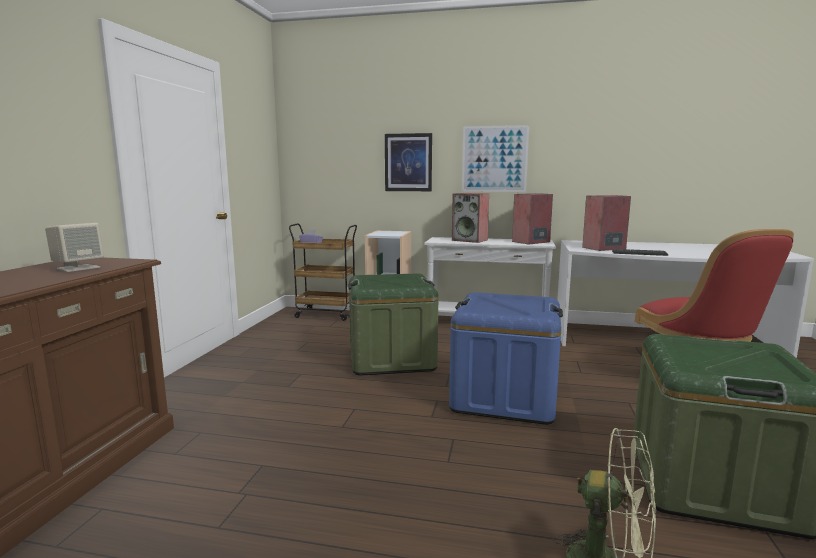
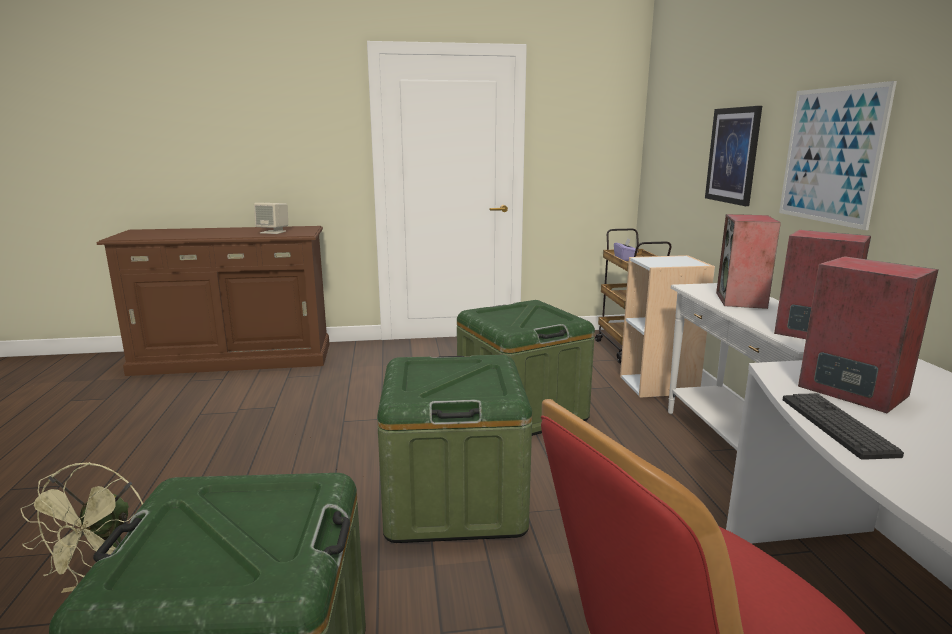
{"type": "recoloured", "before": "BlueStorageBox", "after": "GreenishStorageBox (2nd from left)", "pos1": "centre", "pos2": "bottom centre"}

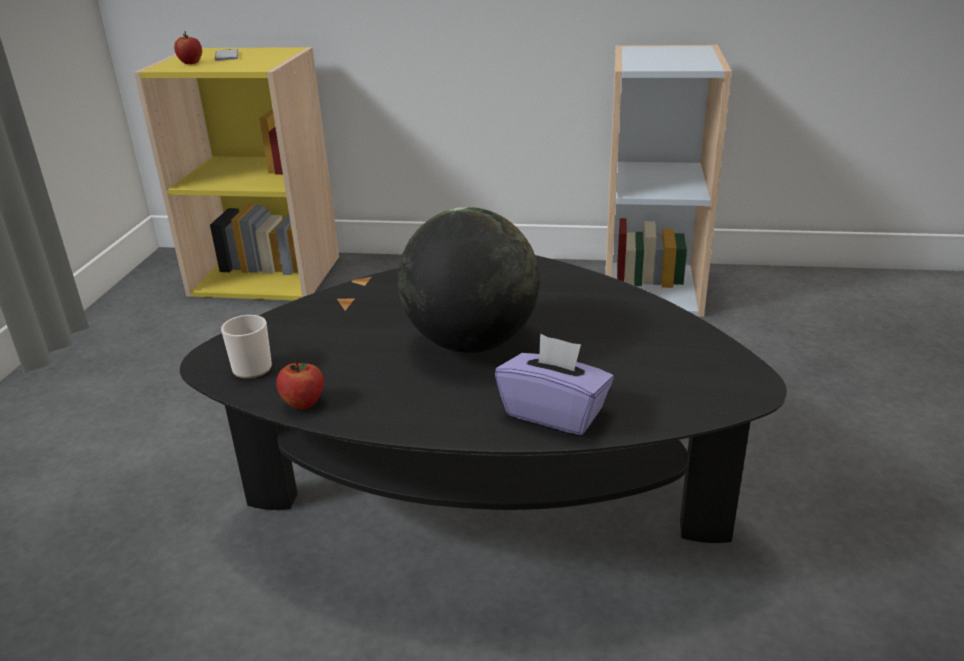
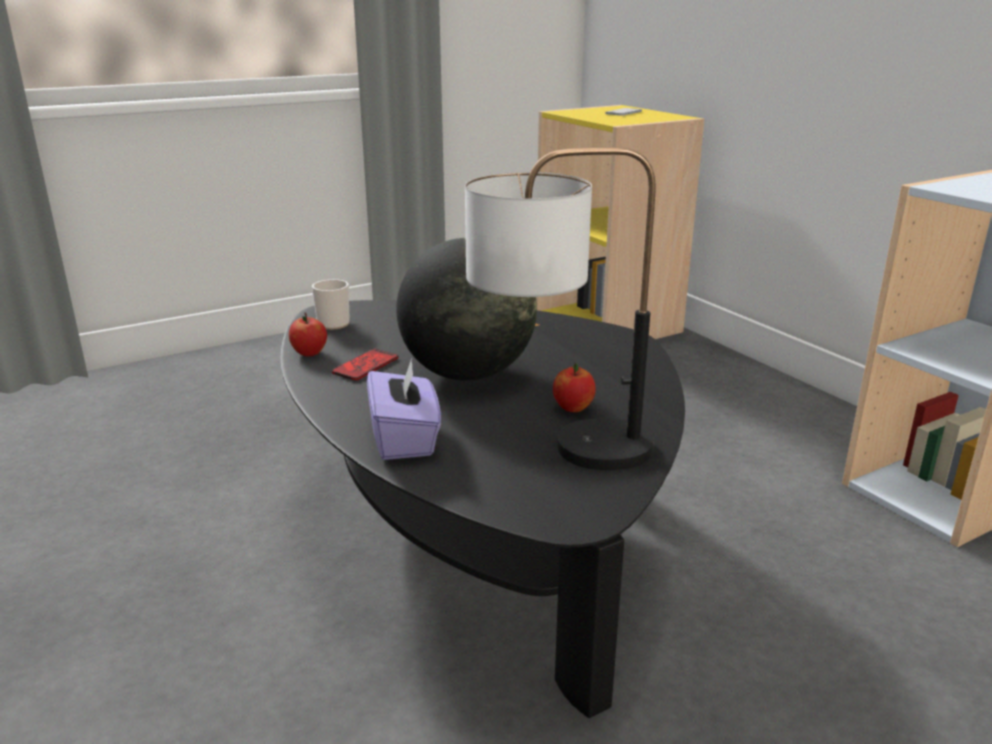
{"type": "added", "after": "Handset (1st from left)", "pos2": "centre"}
{"type": "added", "after": "LampForATable", "pos2": "centre"}
{"type": "moved", "before": "Apple (1st from left in the first image)", "after": "Apple (2nd from left)", "pos1": "top left", "pos2": "centre"}

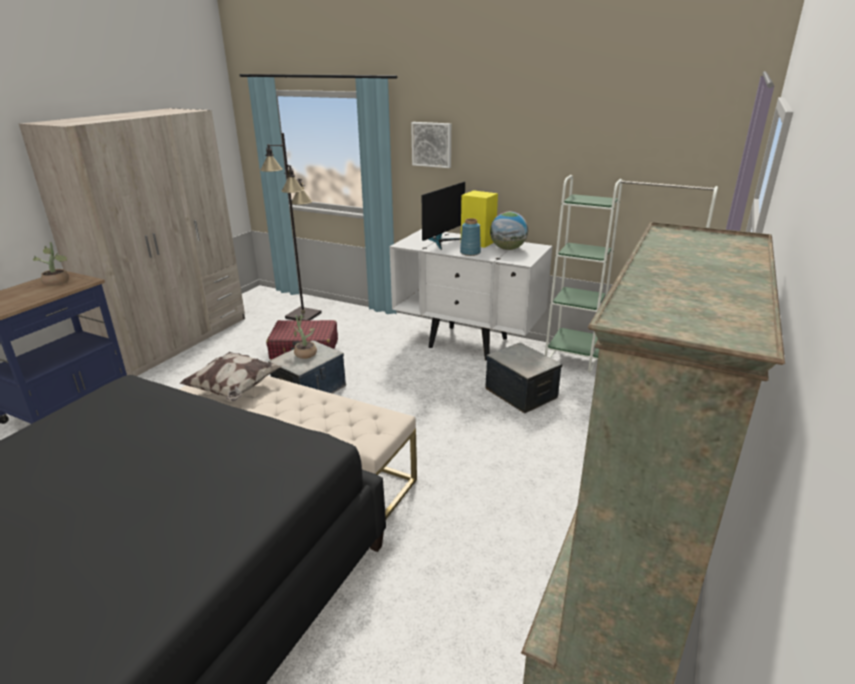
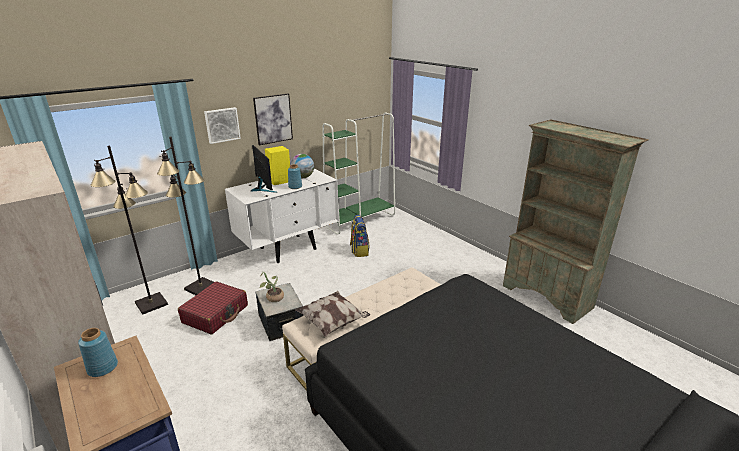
{"type": "replaced", "before": "PottedPlant (1st from left)", "after": "BlueFlowerVase (1st from left)", "pos1": "middle left", "pos2": "bottom left"}
{"type": "added", "after": "BlackishFloorLamp (2nd from left)", "pos2": "middle left"}
{"type": "added", "after": "WallPicture (2nd from left)", "pos2": "top centre"}
{"type": "replaced", "before": "StorageBox (2nd from left)", "after": "Backpack", "pos1": "centre", "pos2": "centre"}

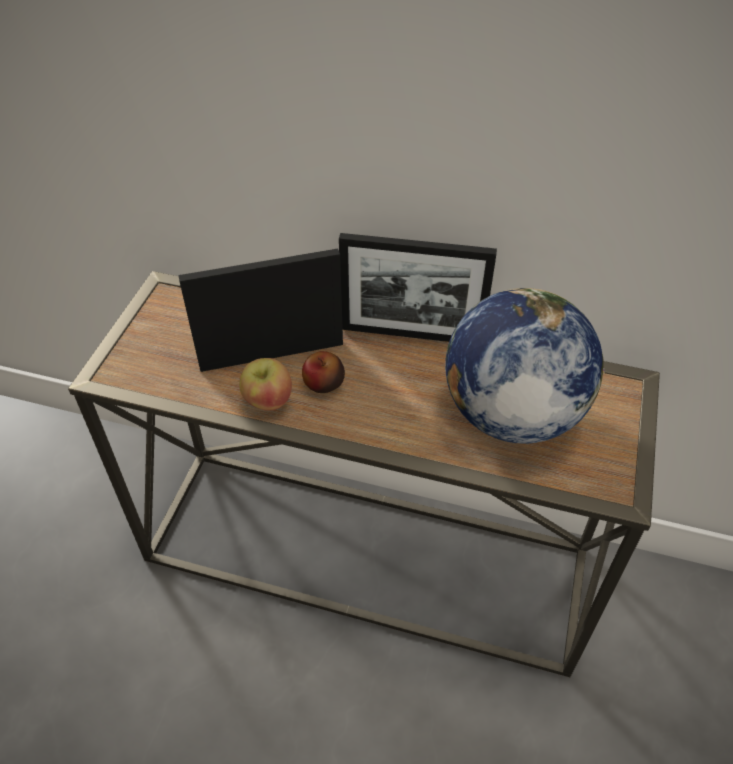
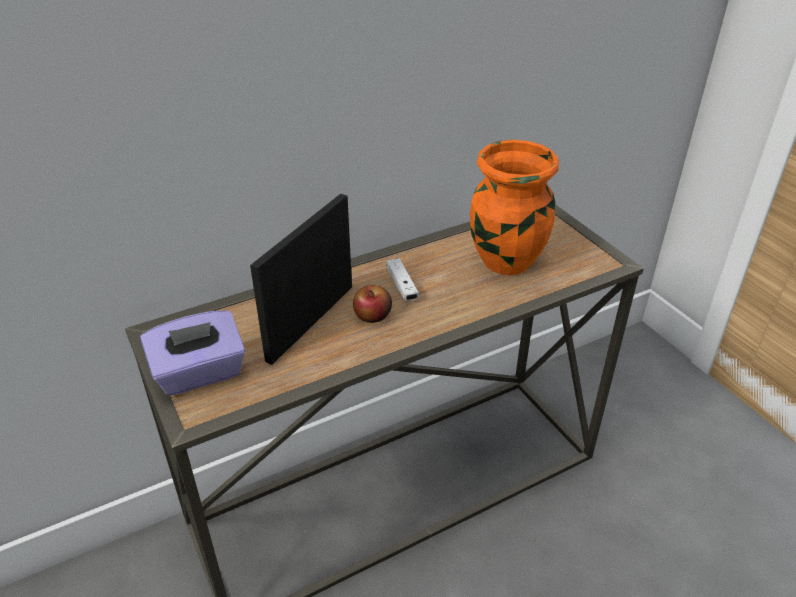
{"type": "added", "after": "PurpleTissueBox", "pos2": "middle left"}
{"type": "added", "after": "WhiteColouredGamepad", "pos2": "centre"}
{"type": "replaced", "before": "WorldGlobe", "after": "OrangeColouredFlowerVase", "pos1": "middle right", "pos2": "centre"}
{"type": "removed", "before": "Apple (1st from left)", "pos1": "centre"}
{"type": "removed", "before": "StandingFrame (2nd from left)", "pos1": "centre"}

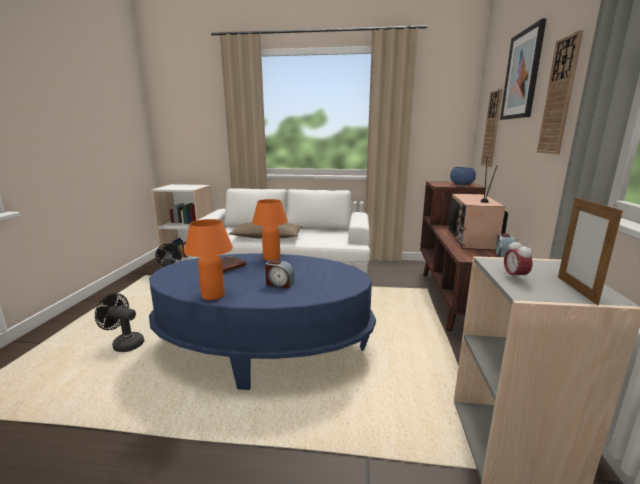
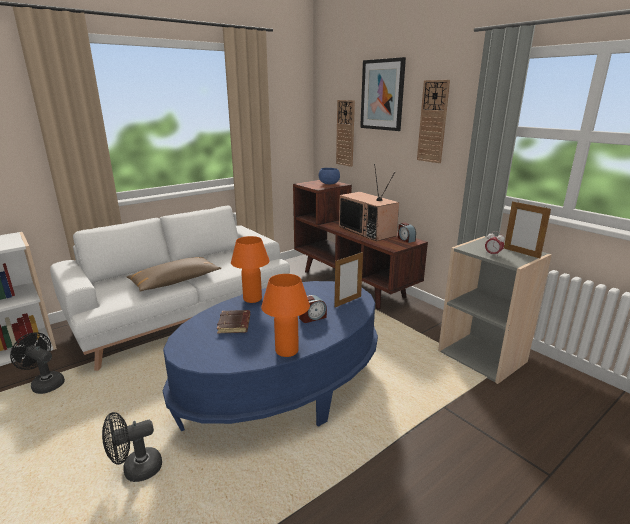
{"type": "added", "after": "StandingFrame (1st from left)", "pos2": "centre"}

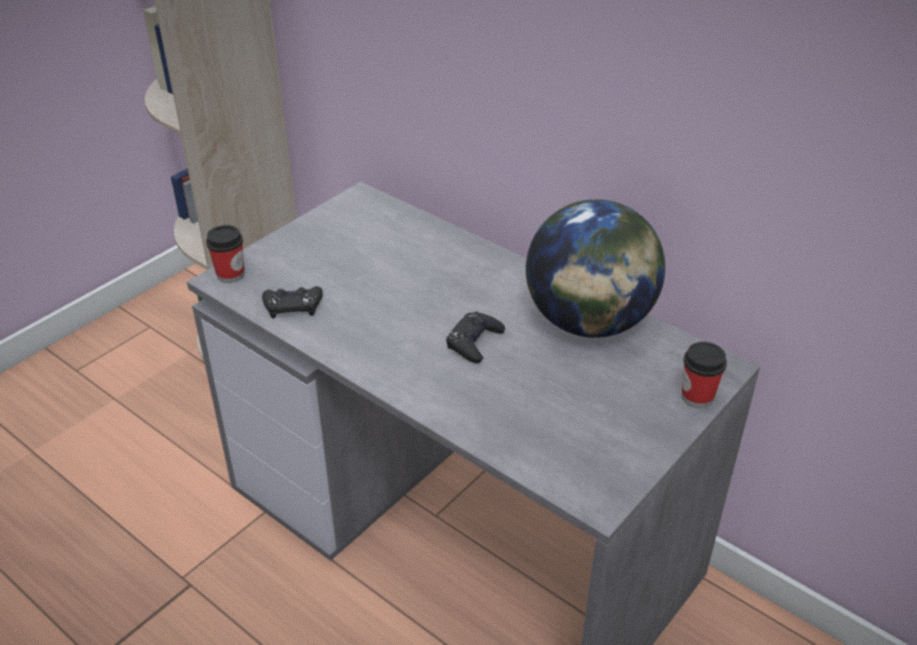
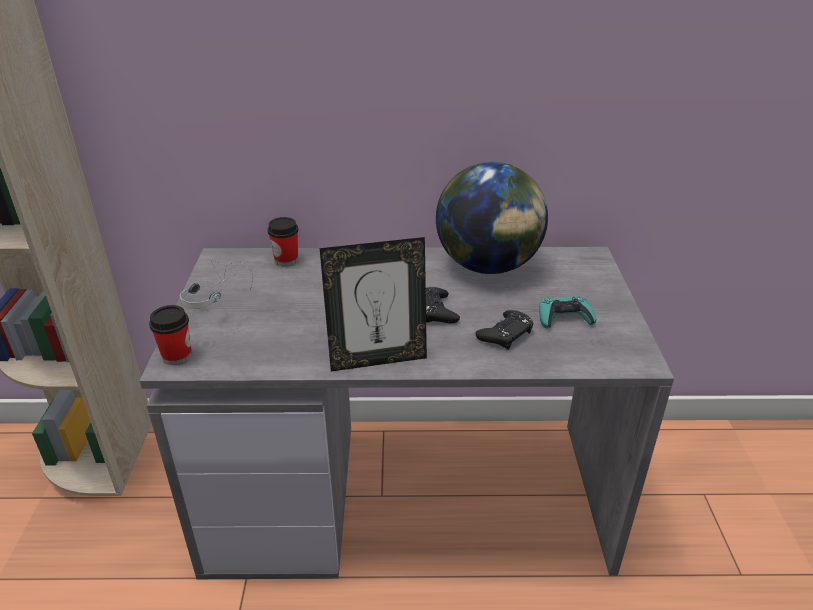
{"type": "added", "after": "Headset", "pos2": "middle left"}
{"type": "moved", "before": "DrinkingCup (2nd from left)", "pos1": "middle right", "pos2": "centre"}
{"type": "added", "after": "StandingFrame", "pos2": "centre"}
{"type": "moved", "before": "BlackishGamepad (1st from left in the first image)", "after": "BlackishGamepad (2nd from left)", "pos1": "middle left", "pos2": "centre"}
{"type": "added", "after": "TurquoiseGamepad", "pos2": "middle right"}

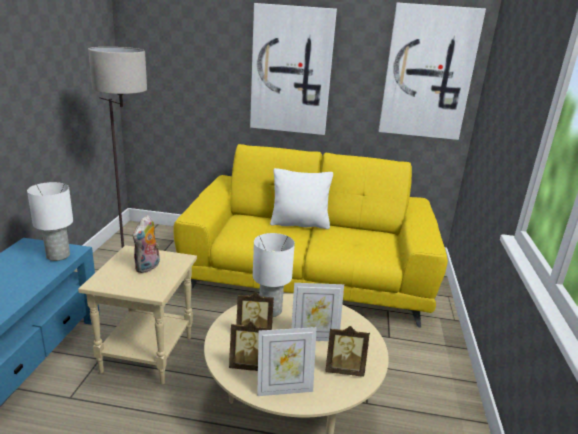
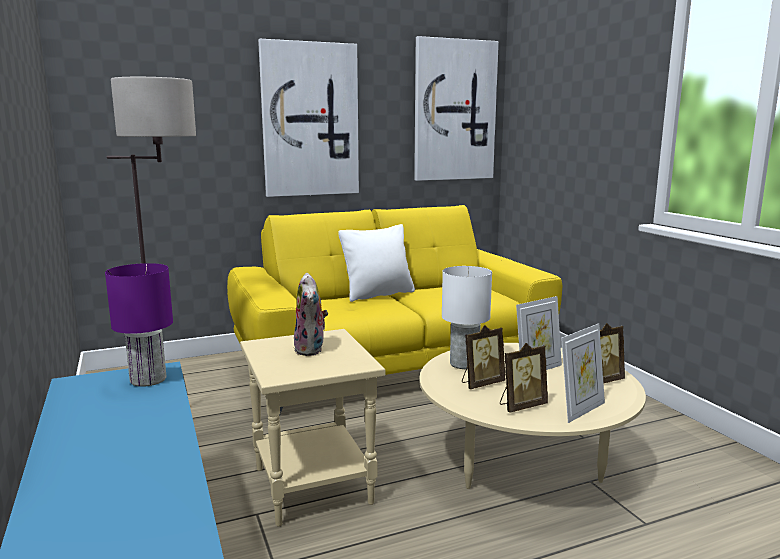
{"type": "recoloured", "before": "WhiteColouredLampForATable (1st from left)", "after": "PurpleLampForATable", "pos1": "middle left", "pos2": "middle left"}

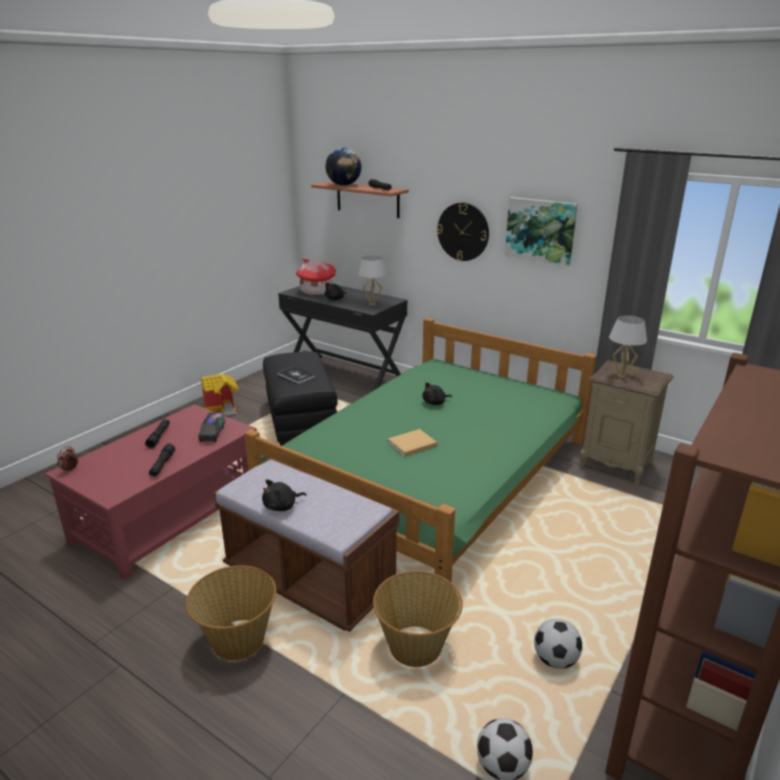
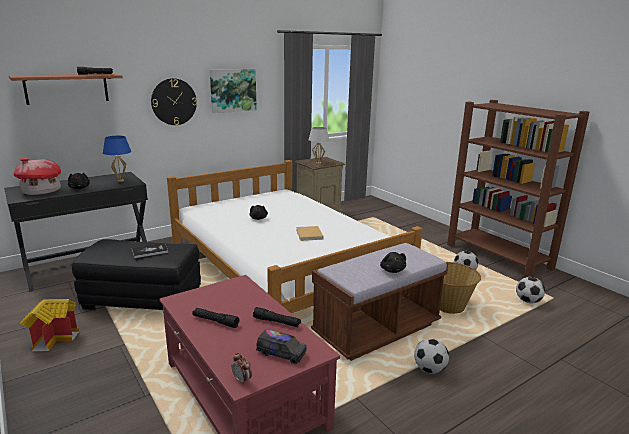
{"type": "recoloured", "before": "WhiteColouredLampForATable (1st from left)", "after": "BlueLampForATable", "pos1": "centre", "pos2": "middle left"}
{"type": "recoloured", "before": "GreenishBedroomBed", "after": "WhiteColouredBedroomBed", "pos1": "centre", "pos2": "centre"}
{"type": "moved", "before": "ToyTruck", "pos1": "middle left", "pos2": "bottom centre"}
{"type": "replaced", "before": "StorageBasket (1st from left)", "after": "FootballBall (1st from left)", "pos1": "bottom left", "pos2": "bottom right"}
{"type": "removed", "before": "WorldGlobe", "pos1": "top centre"}

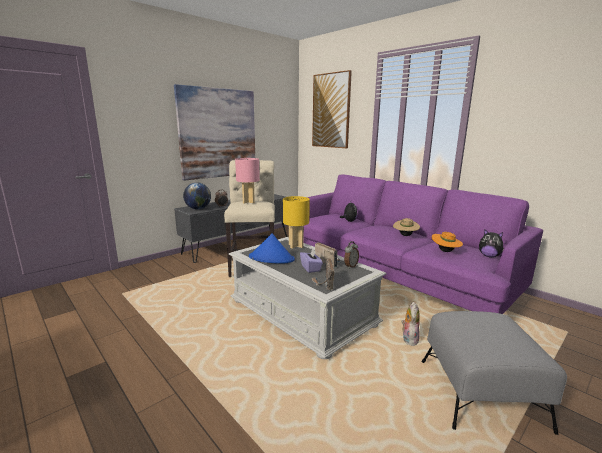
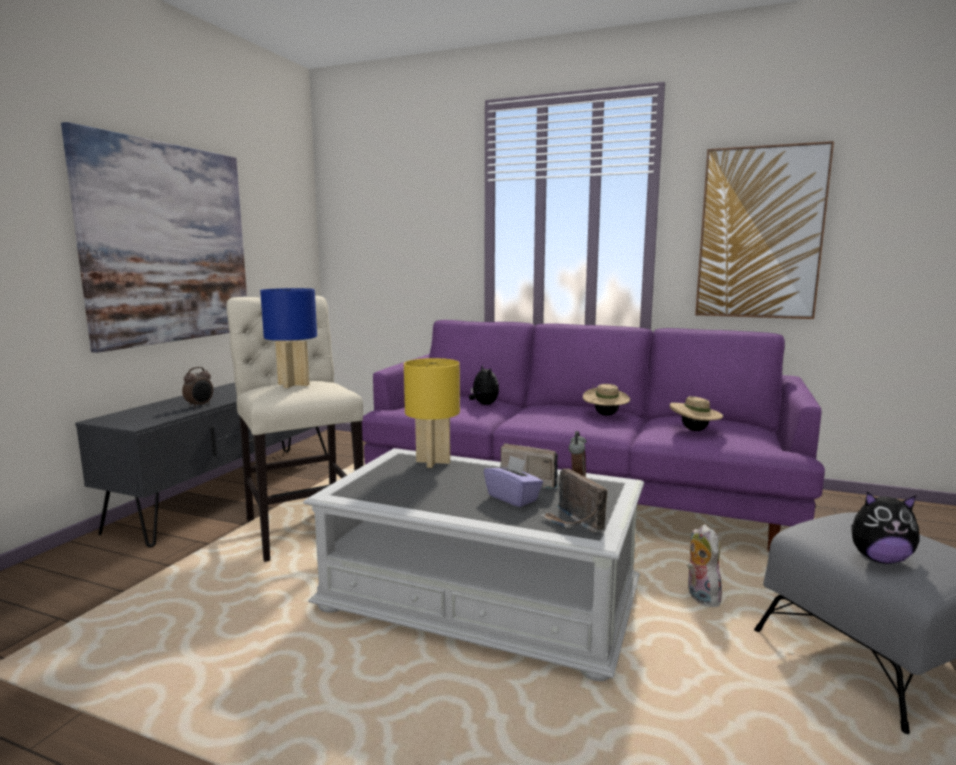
{"type": "recoloured", "before": "PinkColouredLampForATable", "after": "BlueLampForATable", "pos1": "centre", "pos2": "middle left"}
{"type": "recoloured", "before": "OrangeColouredHat", "after": "BeigeColouredHat (2nd from left)", "pos1": "middle right", "pos2": "middle right"}
{"type": "moved", "before": "WallPicture (2nd from left)", "pos1": "top centre", "pos2": "top right"}
{"type": "moved", "before": "CuddlyToy (3rd from left)", "pos1": "middle right", "pos2": "bottom right"}
{"type": "removed", "before": "WorldGlobe", "pos1": "middle left"}
{"type": "removed", "before": "BlueHat", "pos1": "centre"}

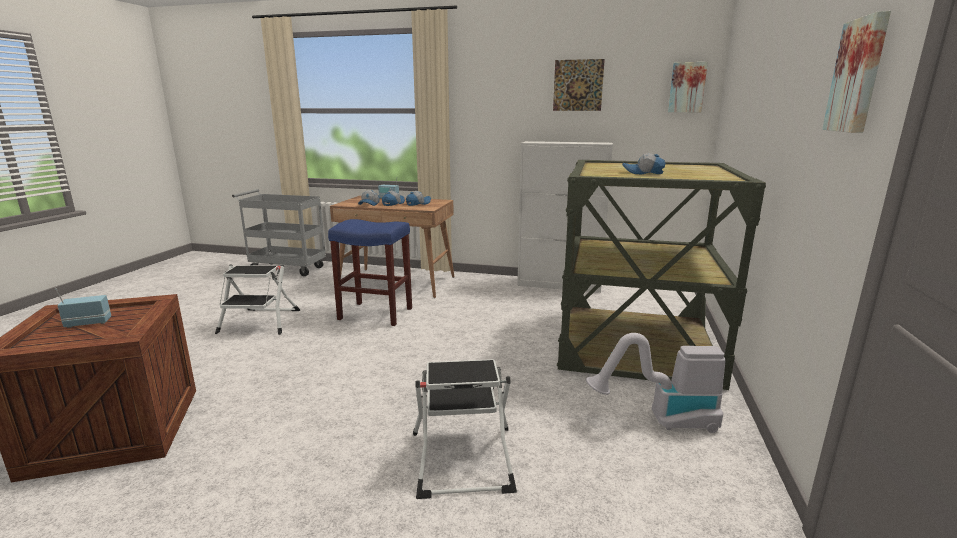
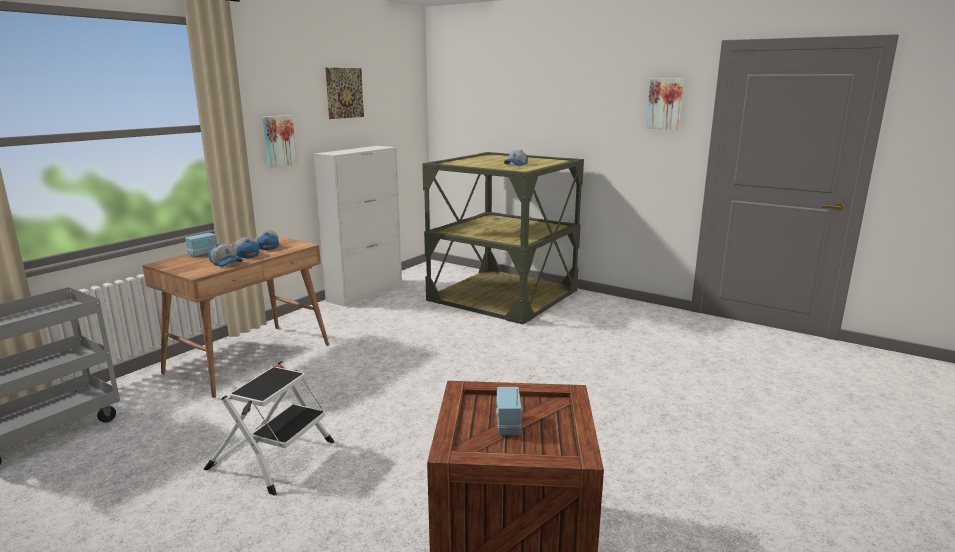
{"type": "moved", "before": "WallPicture (2nd from left in the first image)", "after": "WallPicture (1st from left)", "pos1": "top right", "pos2": "top left"}
{"type": "removed", "before": "BlueStoolSeat", "pos1": "centre"}
{"type": "removed", "before": "Stepladder (2nd from left)", "pos1": "bottom centre"}
{"type": "removed", "before": "Hoover", "pos1": "bottom right"}

